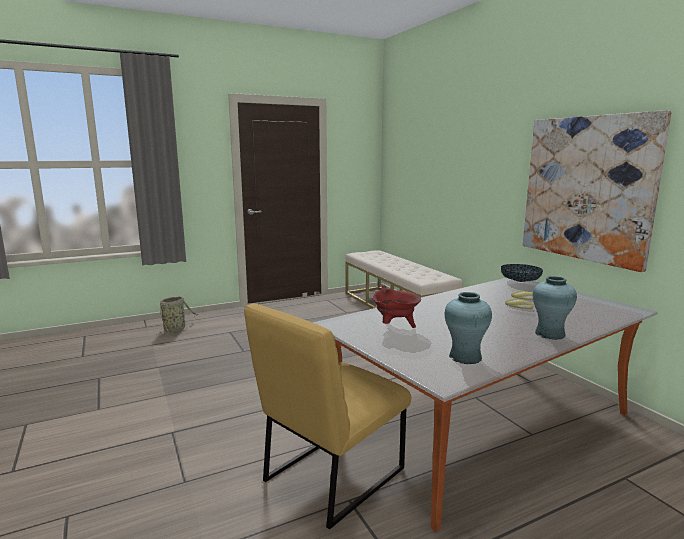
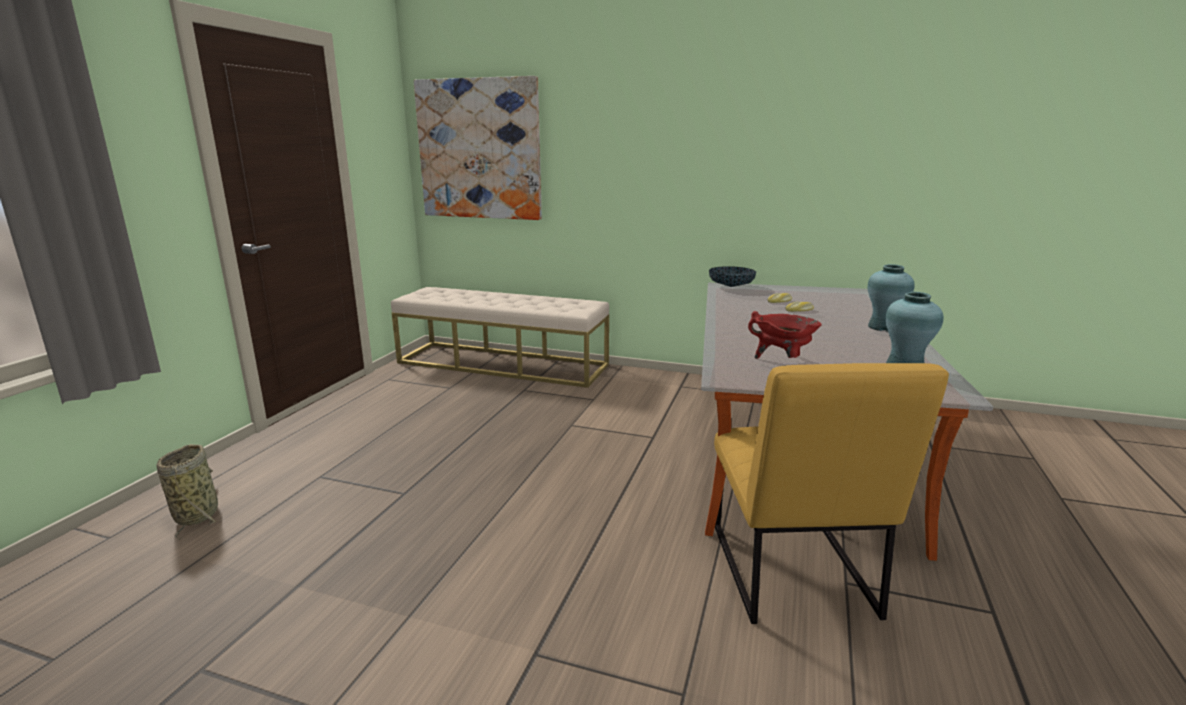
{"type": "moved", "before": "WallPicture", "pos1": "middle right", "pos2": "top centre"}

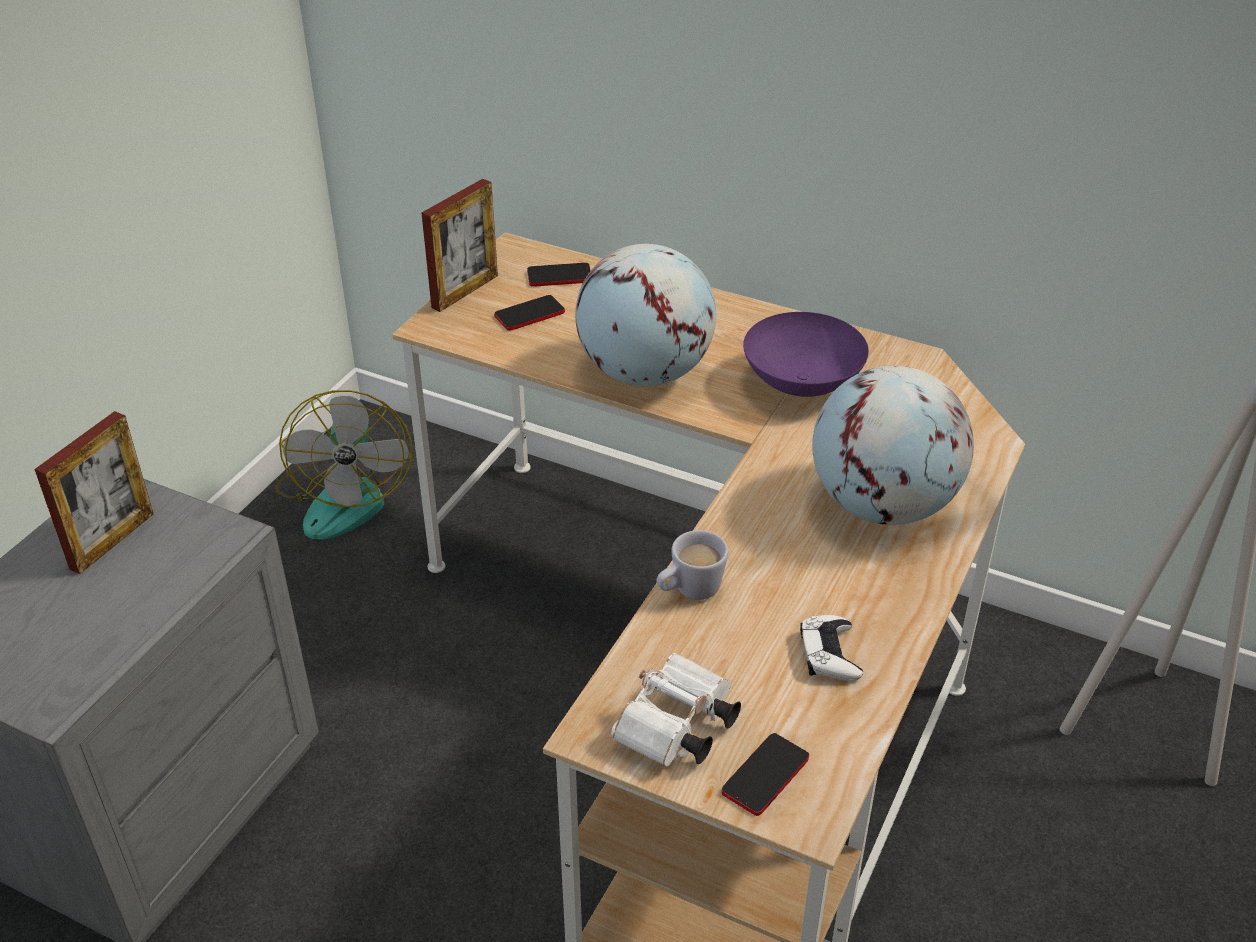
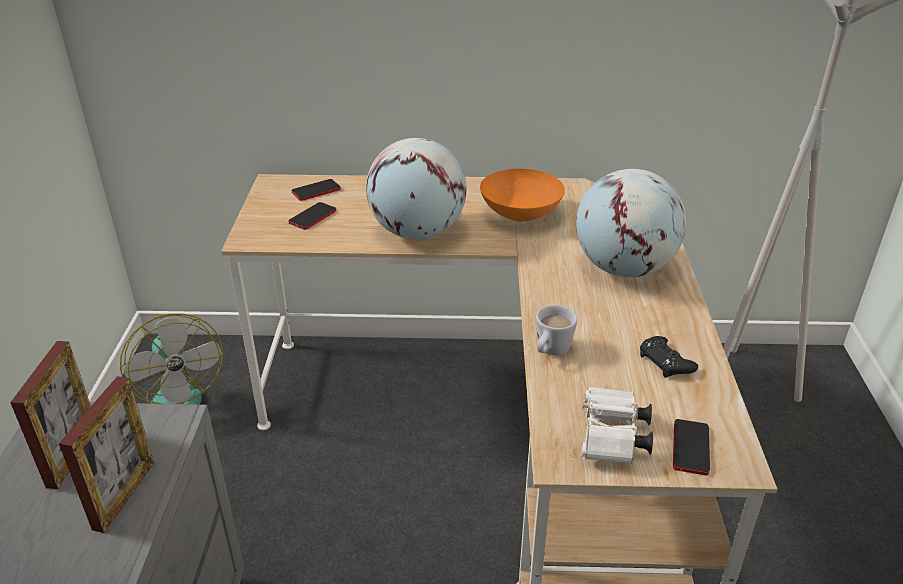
{"type": "moved", "before": "StandingFrame (2nd from left)", "pos1": "top centre", "pos2": "bottom left"}
{"type": "recoloured", "before": "PurpleServingBowl", "after": "OrangeColouredServingBowl", "pos1": "centre", "pos2": "centre"}
{"type": "recoloured", "before": "WhiteColouredGamepad", "after": "BlackishGamepad", "pos1": "bottom centre", "pos2": "middle right"}

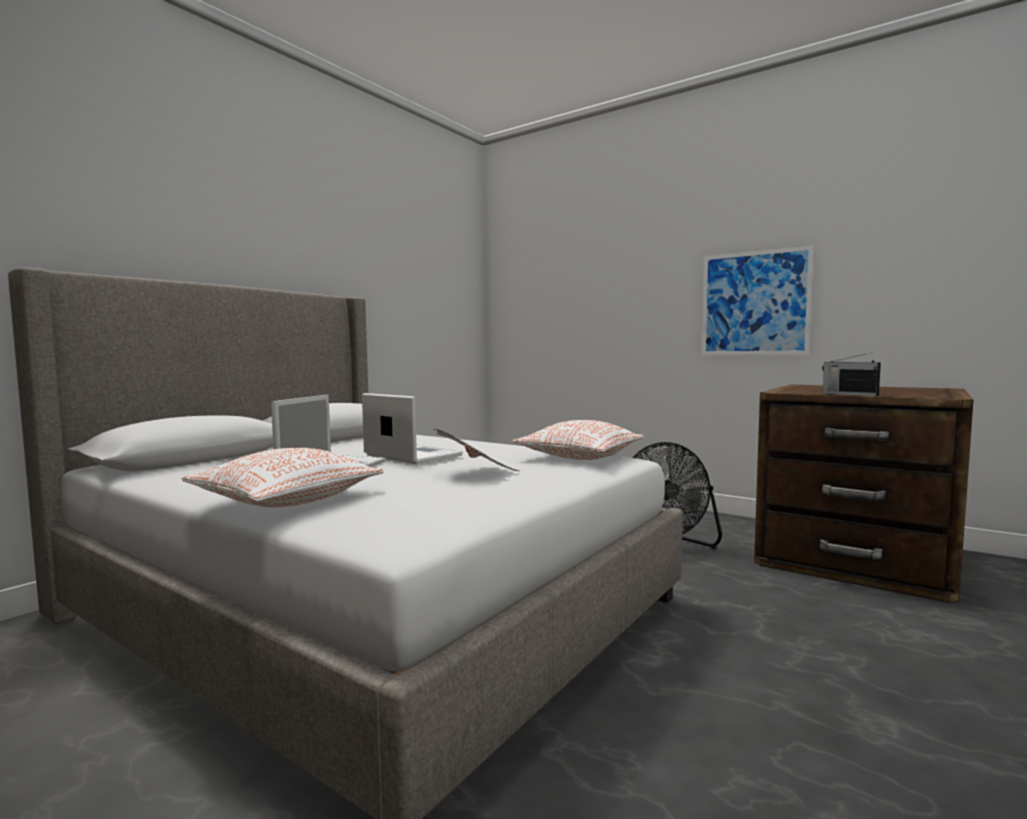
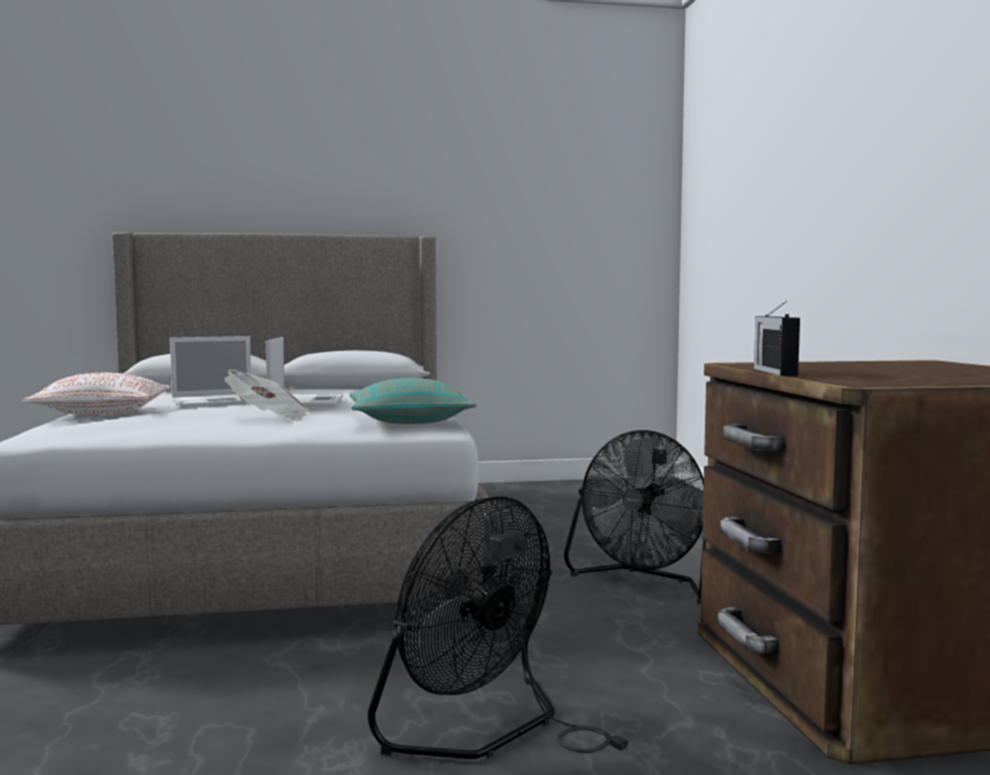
{"type": "recoloured", "before": "WhiteColouredThrowPillow (2nd from left)", "after": "TurquoiseThrowPillow", "pos1": "centre", "pos2": "centre"}
{"type": "added", "after": "BlackishFan (1st from left)", "pos2": "bottom centre"}
{"type": "removed", "before": "WallPicture", "pos1": "middle right"}

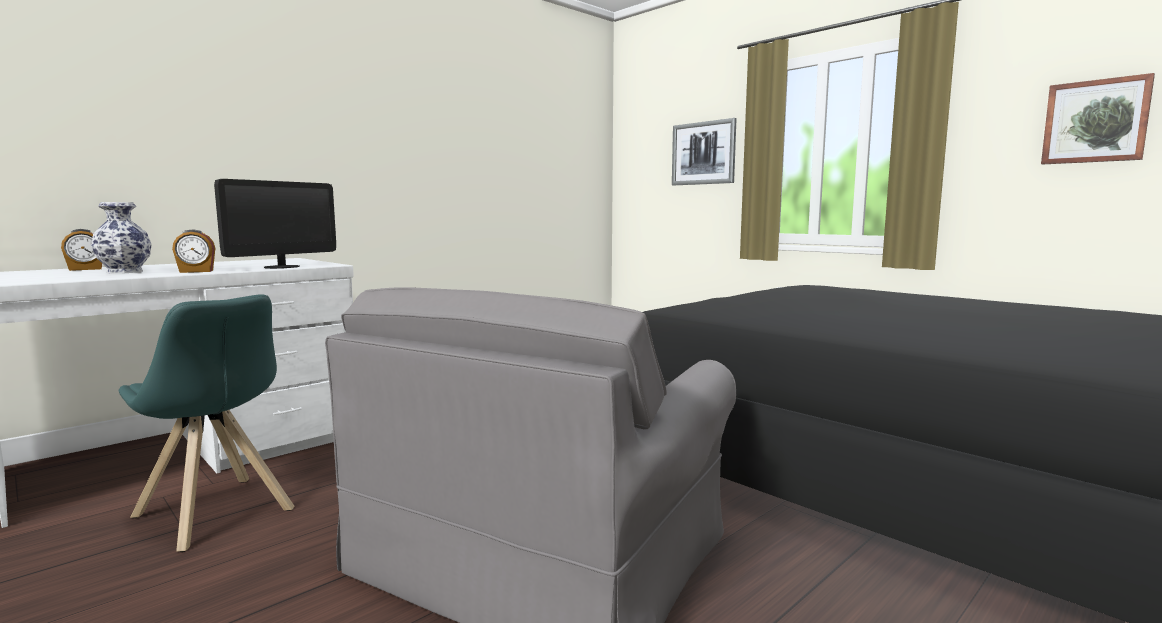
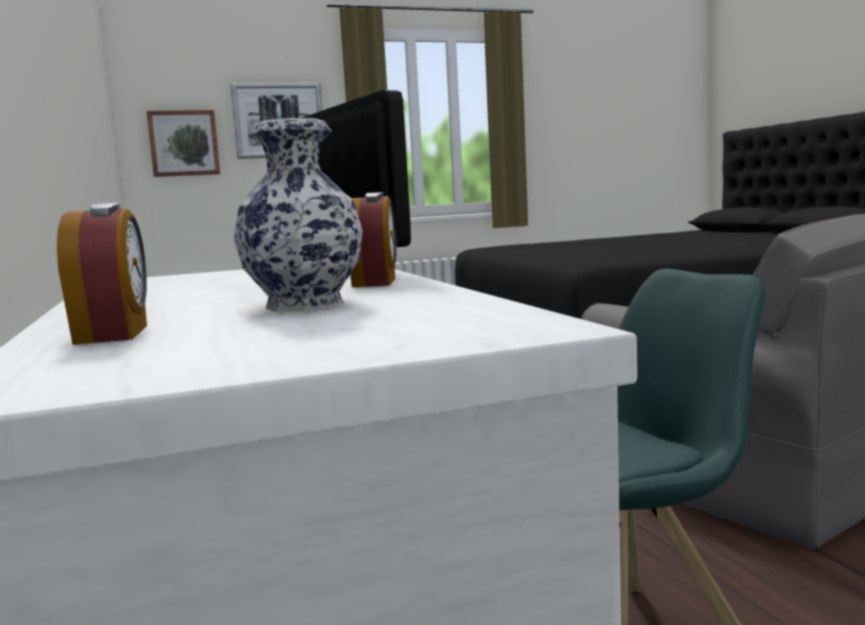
{"type": "moved", "before": "WallPicture (2nd from left in the first image)", "after": "WallPicture (1st from left)", "pos1": "top right", "pos2": "top left"}

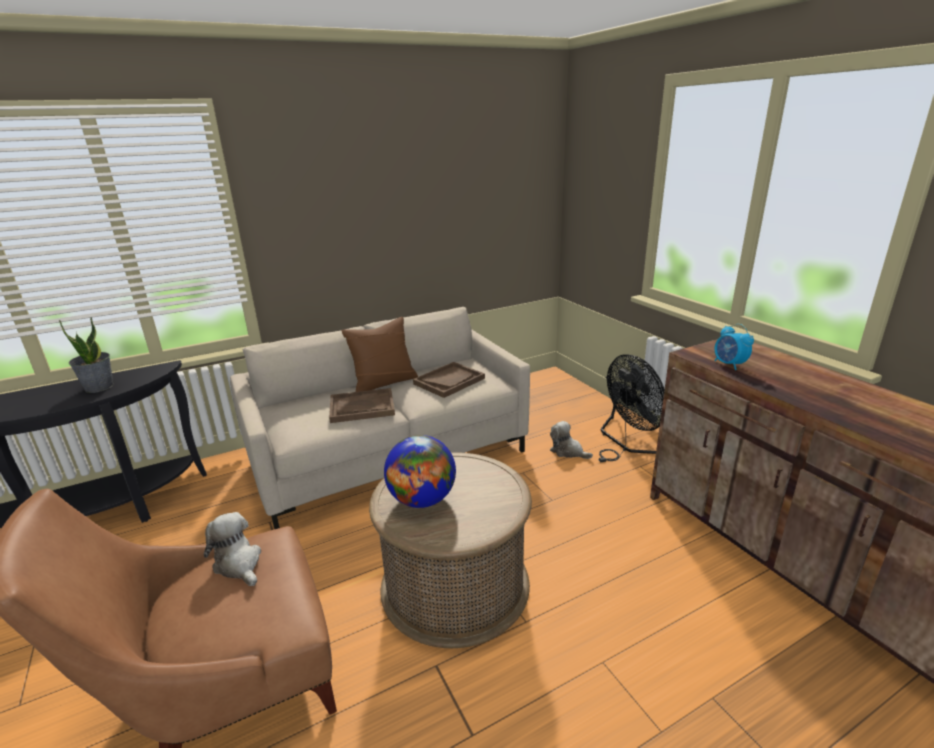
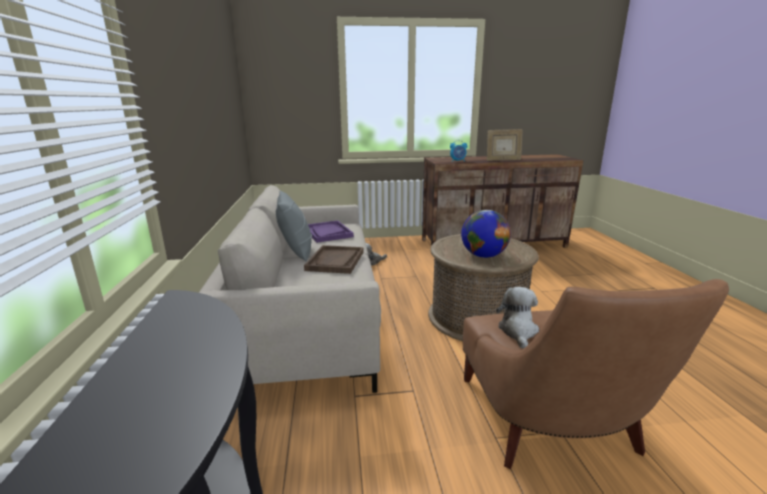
{"type": "recoloured", "before": "BrownColouredThrowPillow", "after": "GreyishThrowPillow", "pos1": "centre", "pos2": "centre"}
{"type": "recoloured", "before": "BrownColouredServingTray (2nd from left)", "after": "PurpleServingTray", "pos1": "centre", "pos2": "centre"}
{"type": "added", "after": "StandingFrame", "pos2": "top centre"}
{"type": "turned", "before": "CuddlyToy (1st from left in the first image)", "pos1": "bottom left", "pos2": "middle right", "turn": 120}
{"type": "removed", "before": "PottedPlant", "pos1": "middle left"}
{"type": "removed", "before": "BlackishFan", "pos1": "middle right"}

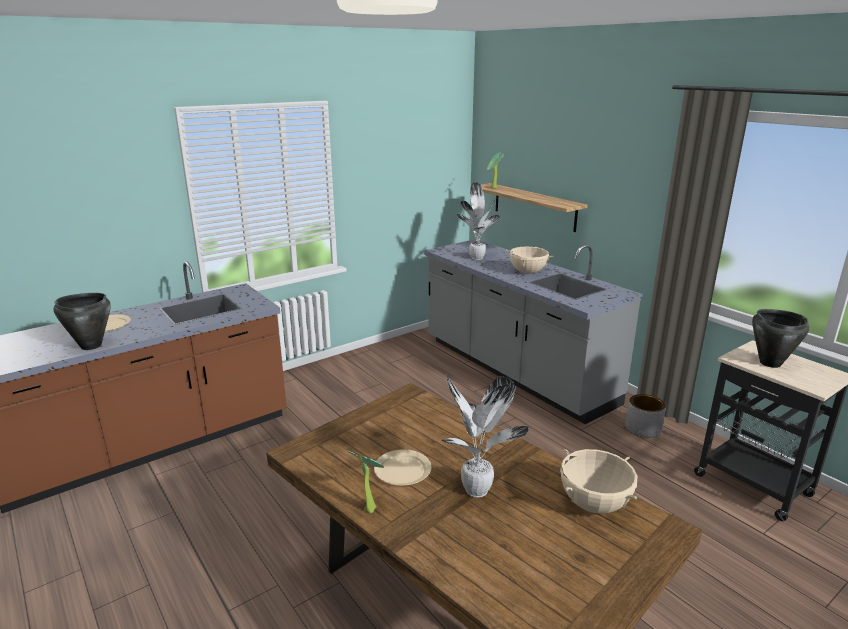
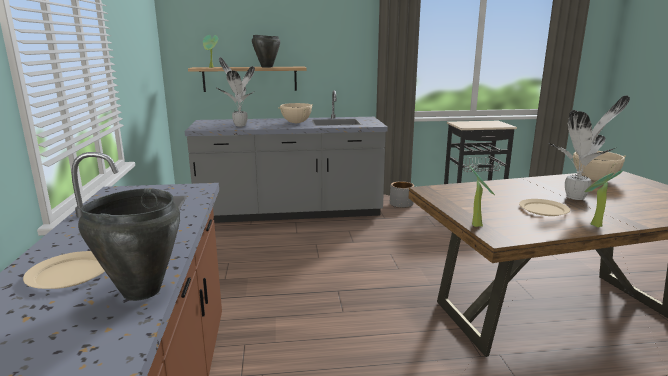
{"type": "moved", "before": "BlackishCookingPot (2nd from left)", "pos1": "middle right", "pos2": "top centre"}
{"type": "added", "after": "PottedPlant (3rd from left)", "pos2": "middle right"}

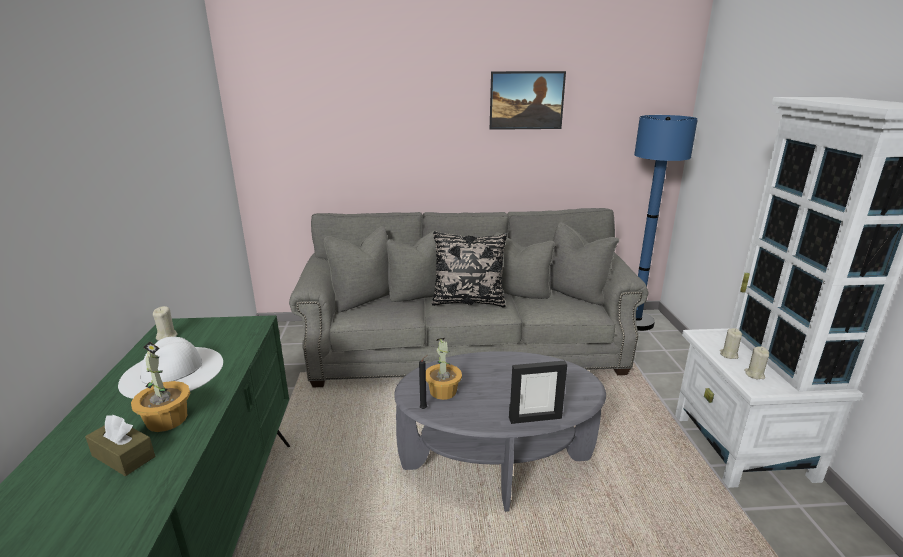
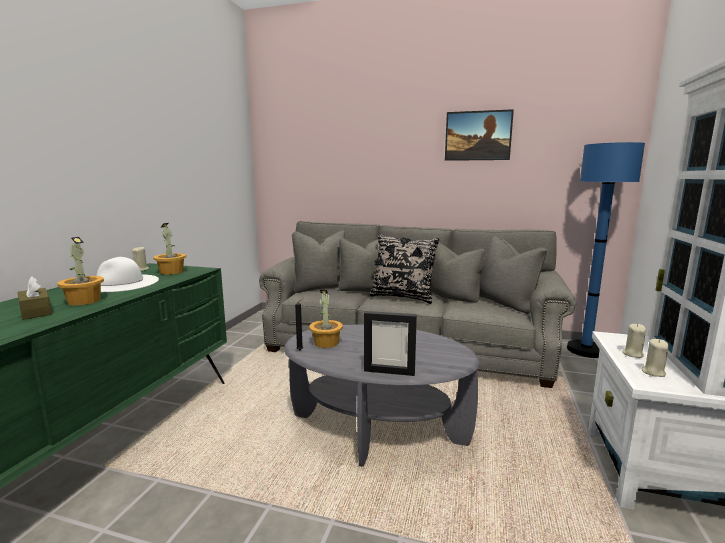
{"type": "added", "after": "PottedPlant (2nd from left)", "pos2": "middle left"}

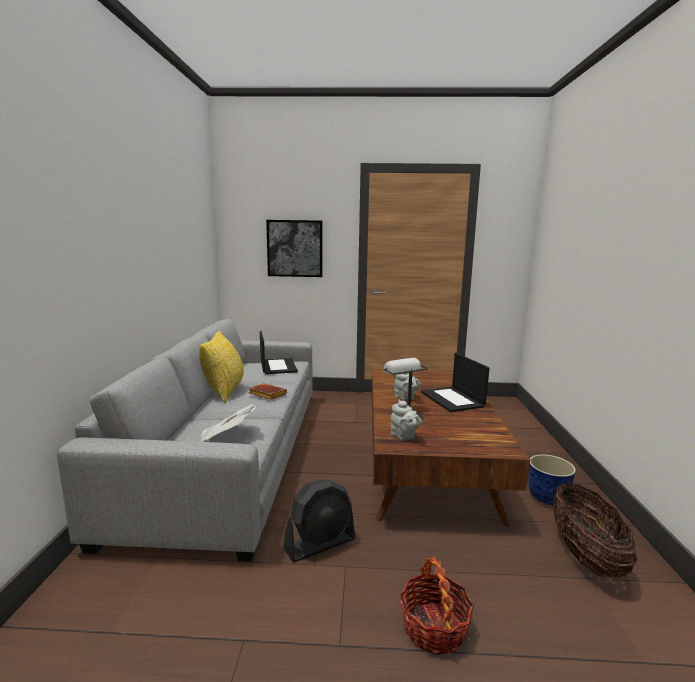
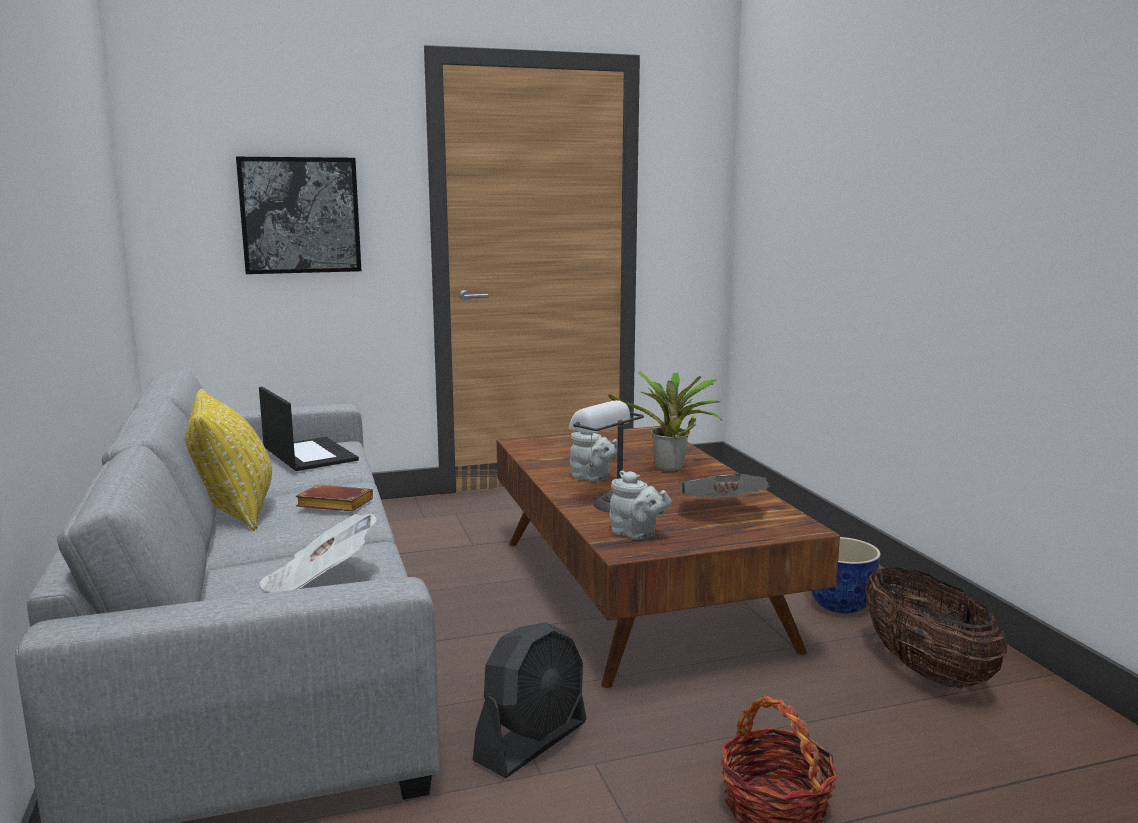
{"type": "replaced", "before": "NotebookComputer (2nd from left)", "after": "PottedPlant", "pos1": "centre", "pos2": "centre"}
{"type": "added", "after": "DailyPaper (2nd from left)", "pos2": "centre"}

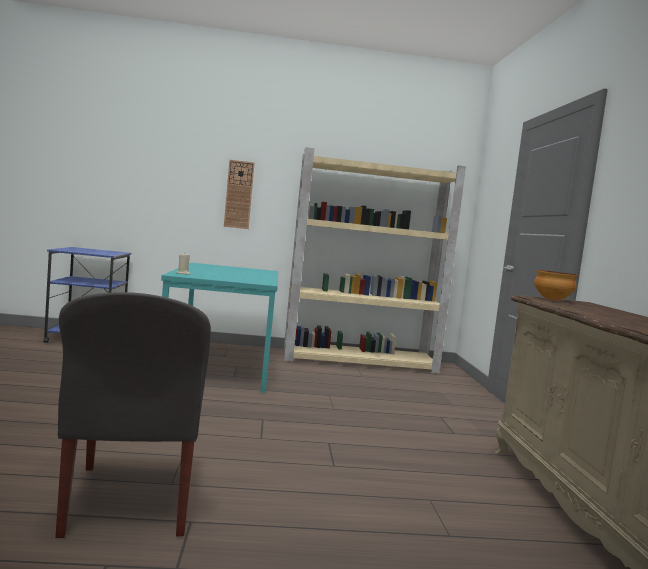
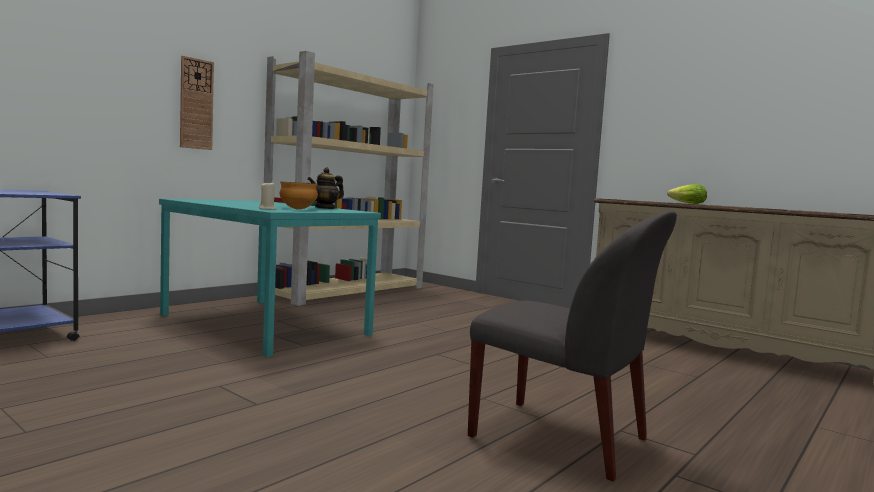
{"type": "moved", "before": "ServingBowl", "pos1": "middle right", "pos2": "centre"}
{"type": "added", "after": "PotForTea", "pos2": "centre"}
{"type": "added", "after": "Lettuce", "pos2": "middle right"}

